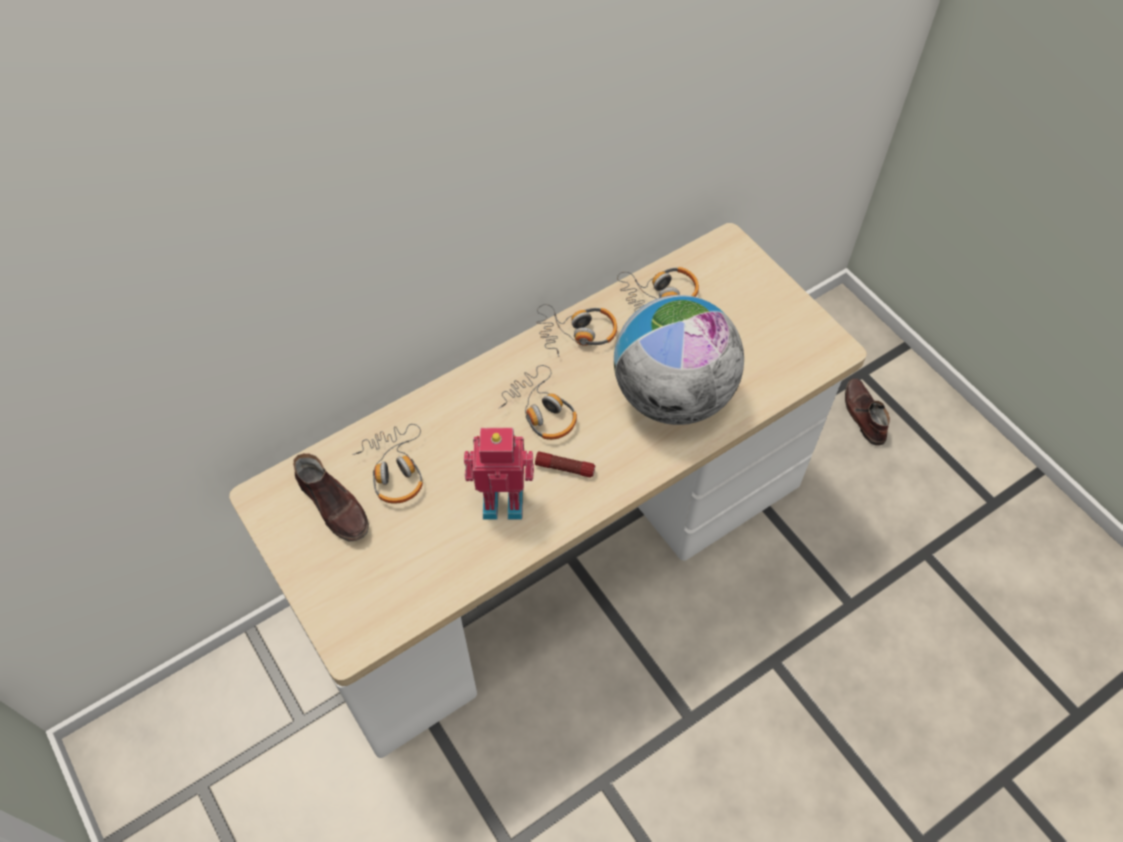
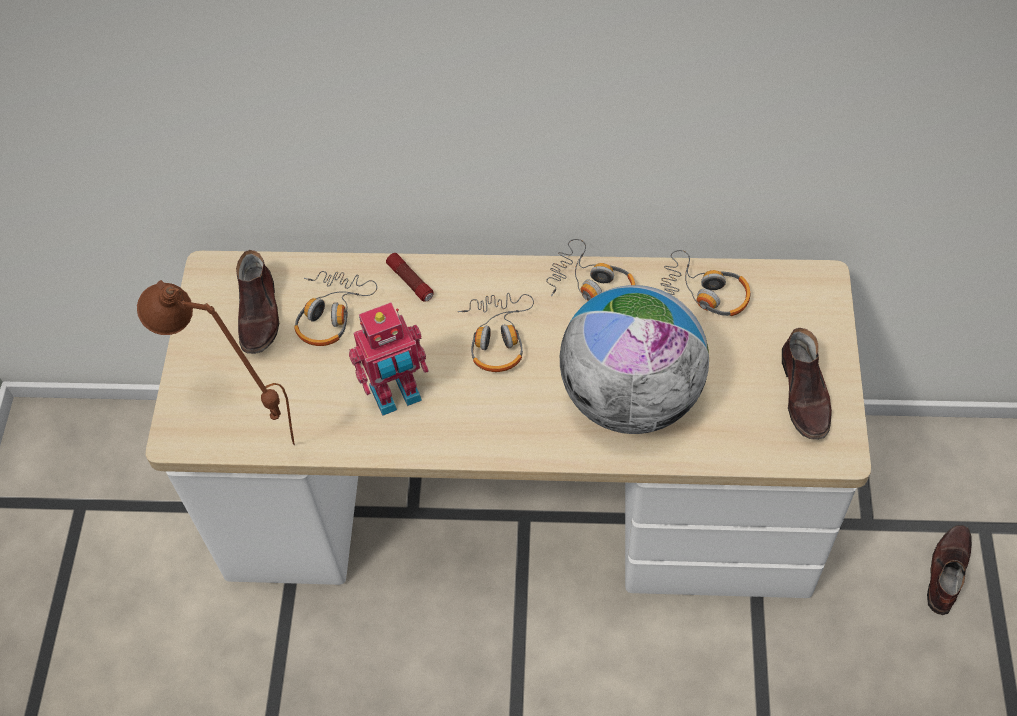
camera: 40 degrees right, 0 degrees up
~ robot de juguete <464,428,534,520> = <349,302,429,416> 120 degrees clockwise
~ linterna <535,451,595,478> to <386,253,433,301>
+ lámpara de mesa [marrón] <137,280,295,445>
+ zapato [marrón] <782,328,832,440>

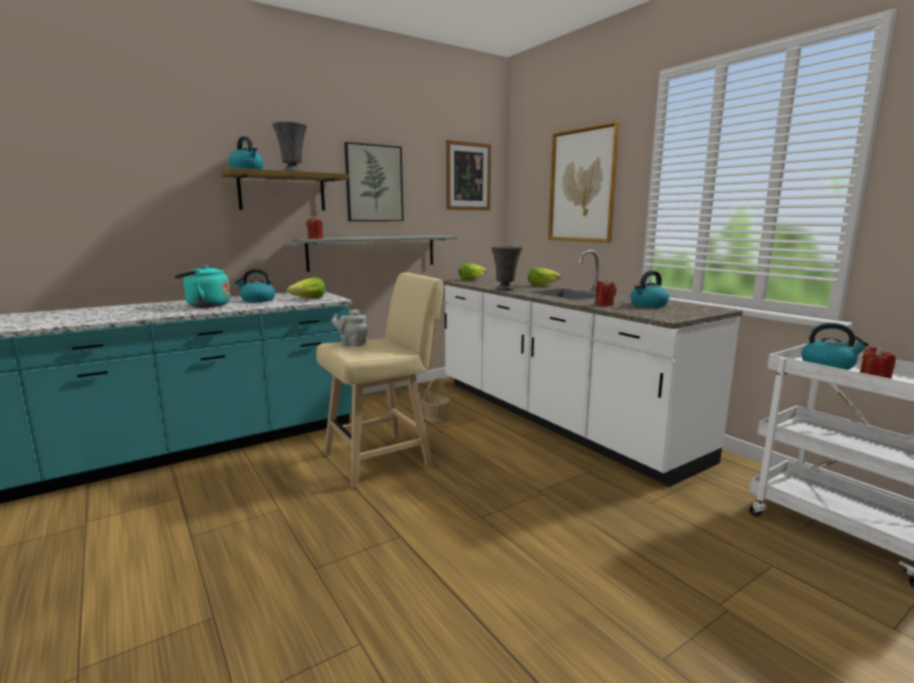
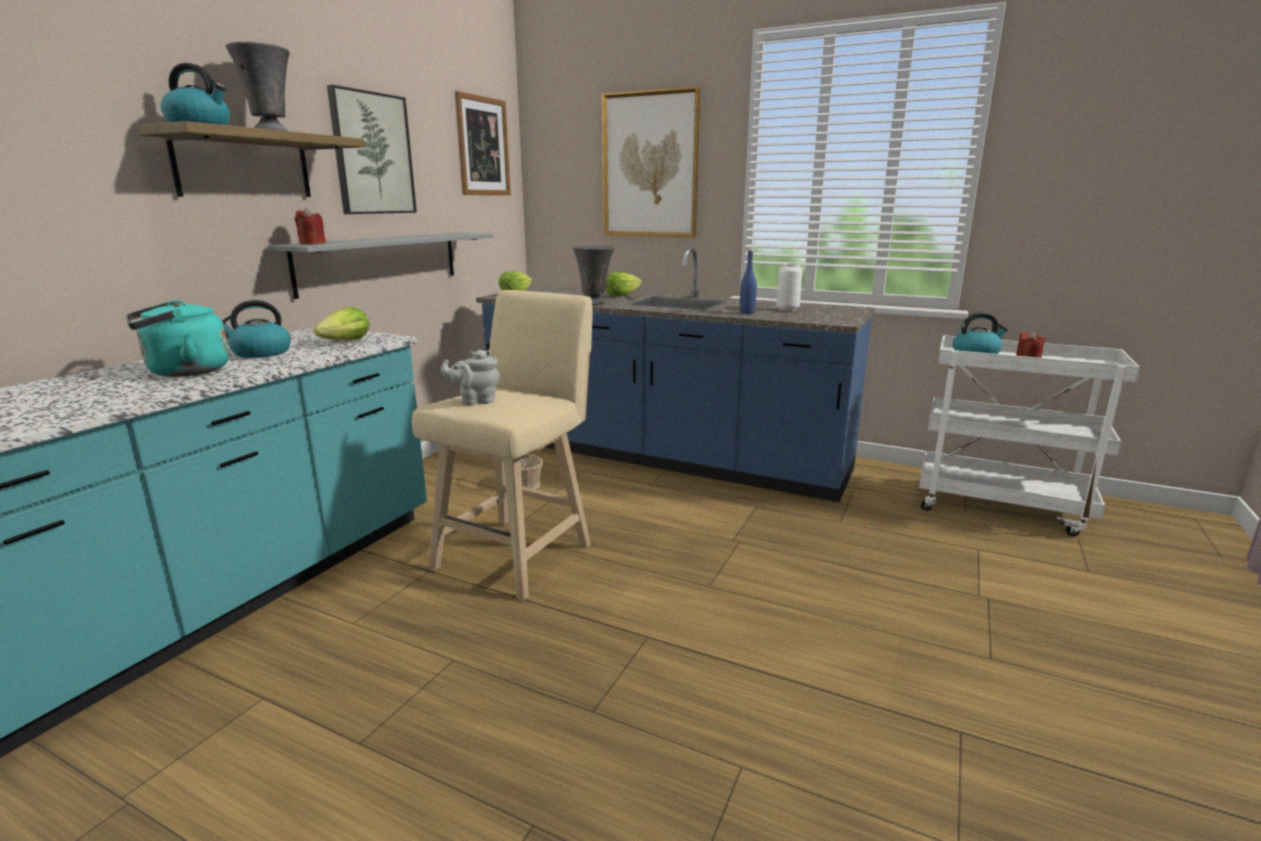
camera: 30 degrees left, 5 degrees up
~ mueble bajo de cocina [blanco] <442,250,743,487> to mueble bajo de cocina [azul] <476,247,875,502>
~ vela [rojo] <595,279,616,306> to botella [azul] <740,251,757,314>
~ hervidor <631,270,669,308> to florero [blanco] <776,263,802,311>

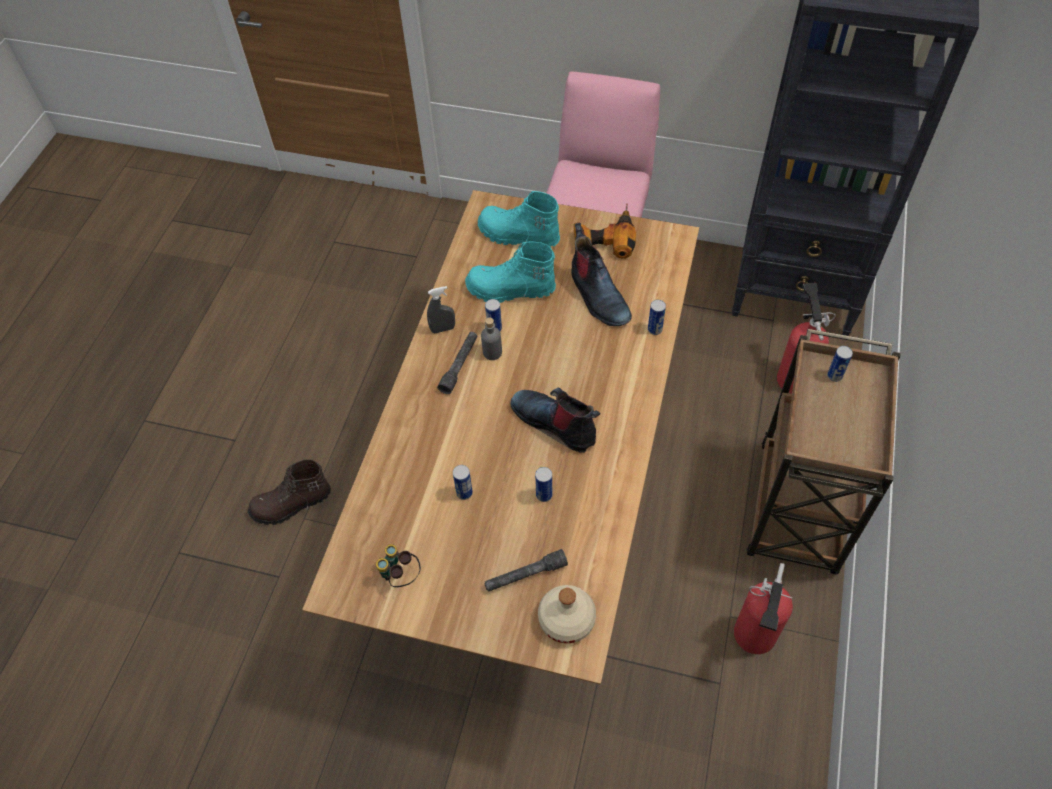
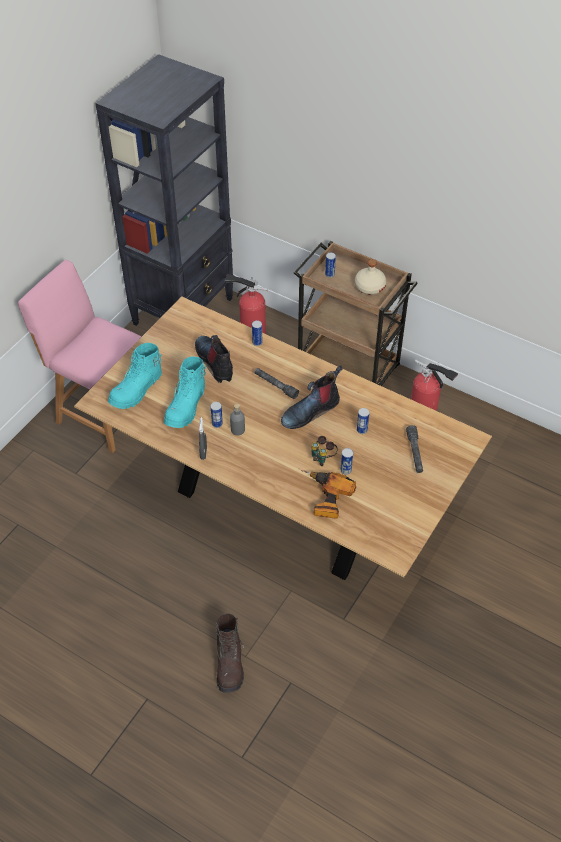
camera: 75 degrees left, 5 degrees down
~ prismáticos <376,544,421,587> to <311,436,338,466>
~ linterna [gris] <437,332,478,394> to <254,368,299,399>
~ botella [beis] <538,585,596,643> to <355,259,386,295>
~ bota <571,223,632,326> = <195,335,233,383> 105 degrees counterclockwise
~ taladro <574,204,636,259> to <301,470,356,519>

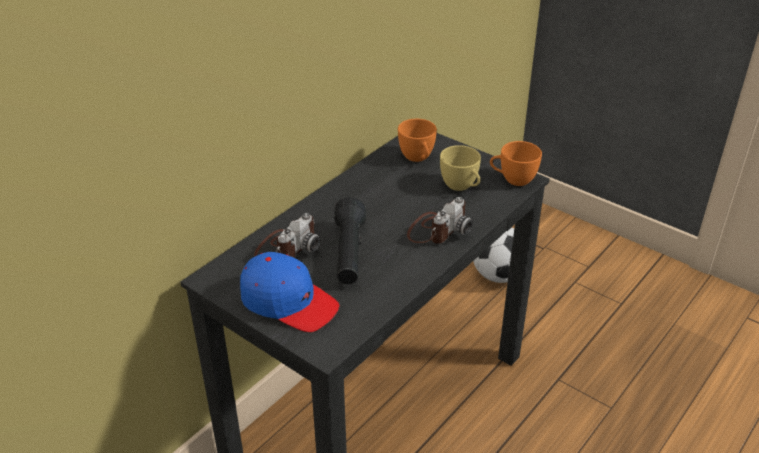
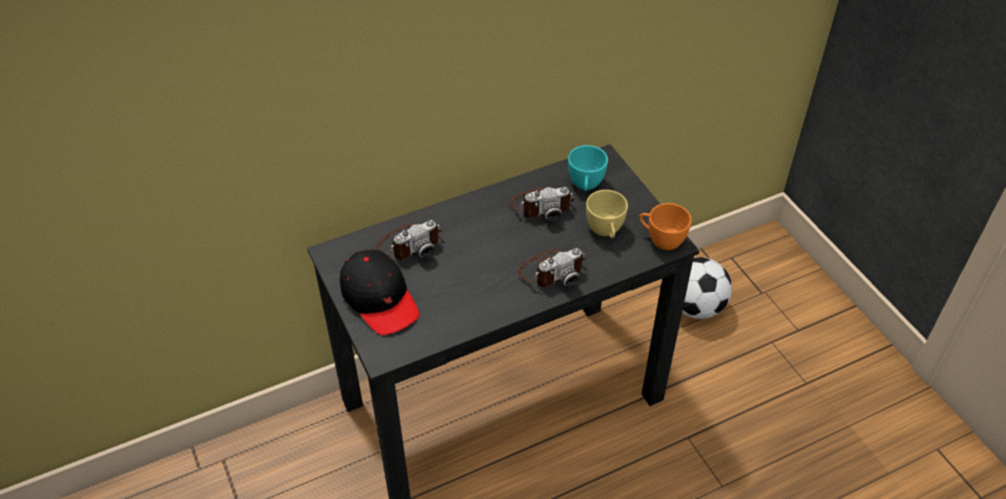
camera: 25 degrees right, 10 degrees up
~ gorra [azul] <240,252,339,332> to gorra [negro] <340,249,419,335>
- linterna [negro] <334,197,366,284>
~ taza [naranja] <398,119,437,162> to taza [turquesa] <568,145,608,191>
+ cámara <510,187,574,221>

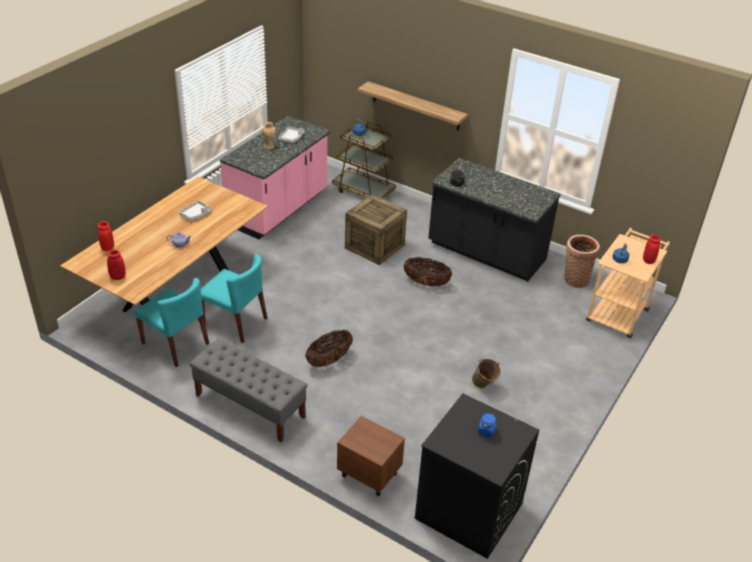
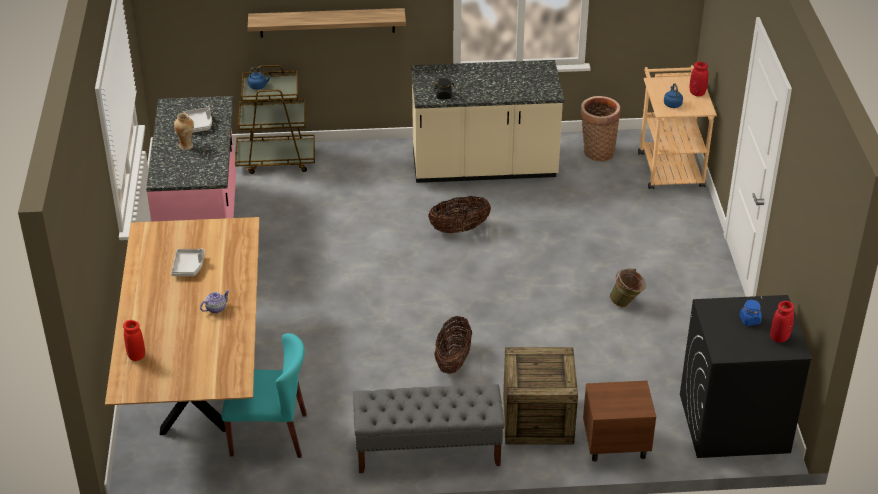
camera: 35 degrees left, 0 degrees up
~ florero [rojo] <107,250,125,280> to <770,301,794,343>
- silla [turquesa] <201,255,267,343>
~ caja de embalaje <345,194,407,265> to <503,347,578,445>
~ mueble bajo de cocina [negro] <428,158,561,281> to mueble bajo de cocina [beis] <411,60,564,183>

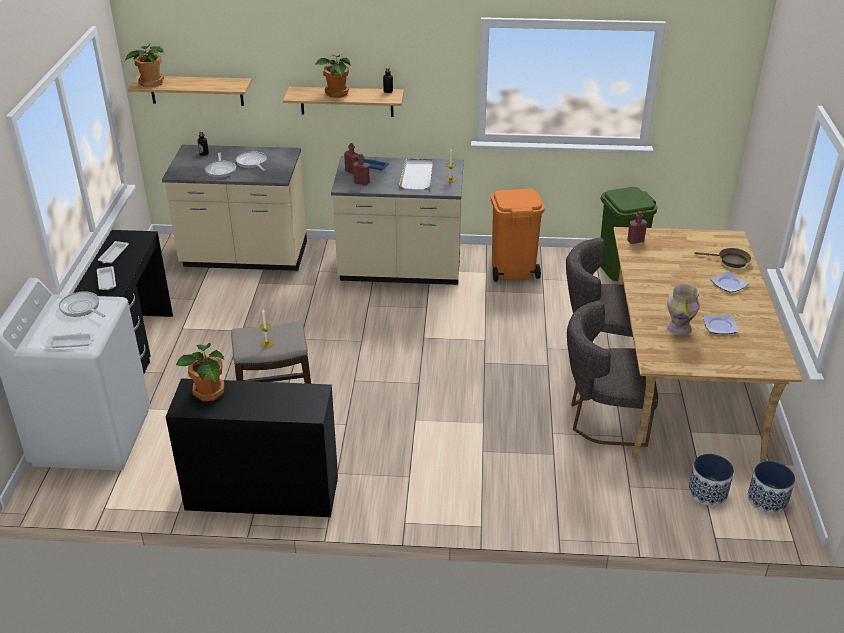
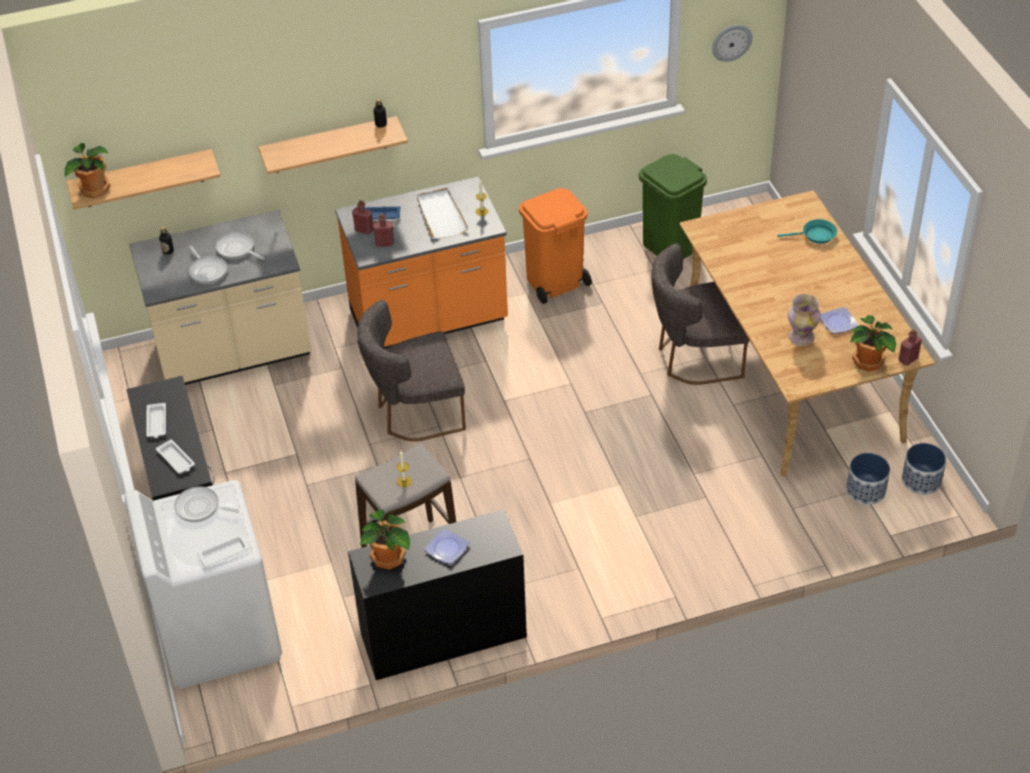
camera: 20 degrees left, 10 degrees up
~ planta en maceta <315,54,351,98> to <850,315,896,372>
~ mueble bajo de cocina [beis] <331,156,464,285> to mueble bajo de cocina [naranja] <335,176,508,349>
~ silla [gris] <567,301,658,447> to <357,300,466,441>
~ botella [rojo] <627,211,647,244> to <899,329,922,366>
~ sartén [marrón] <694,248,751,268> to sartén [turquesa] <777,219,837,244>
~ plato <711,272,749,293> to <424,529,469,564>
+ reloj de pared <712,25,753,62>

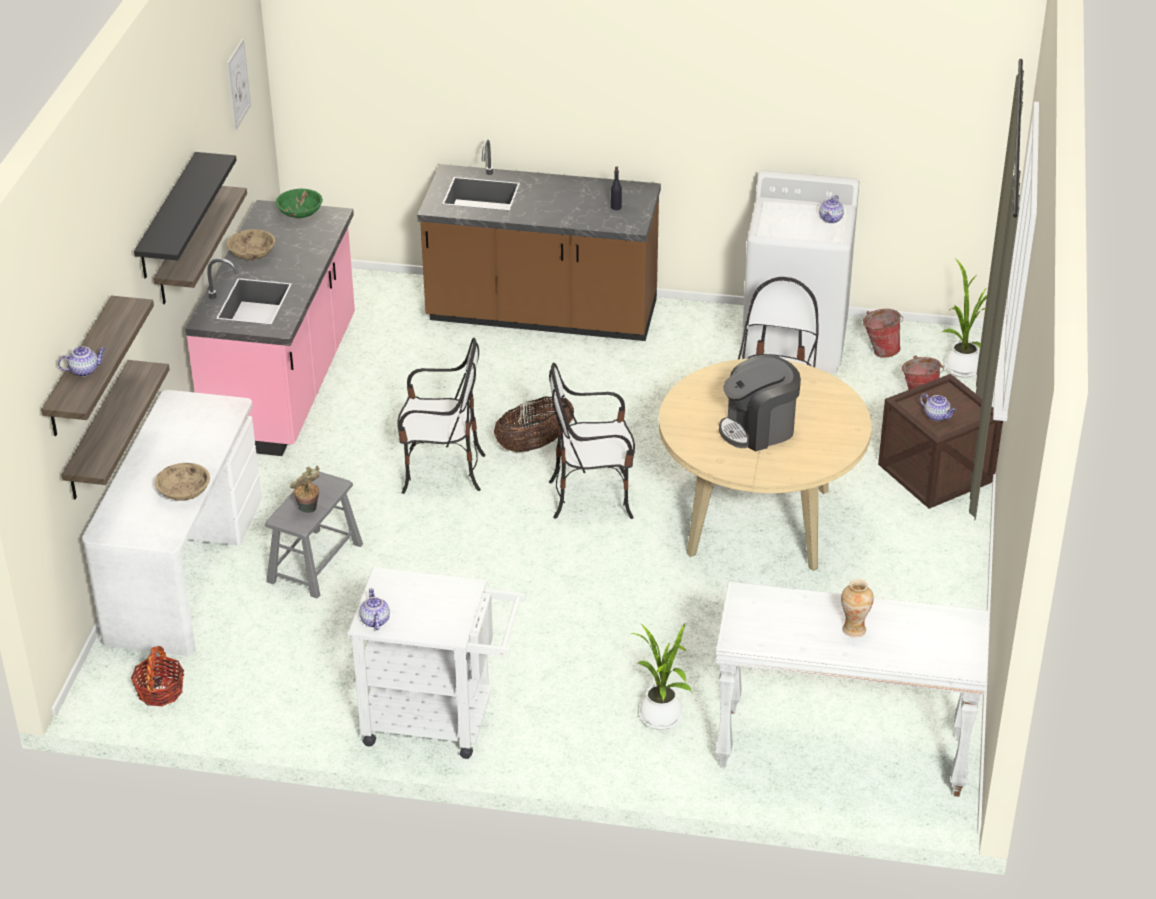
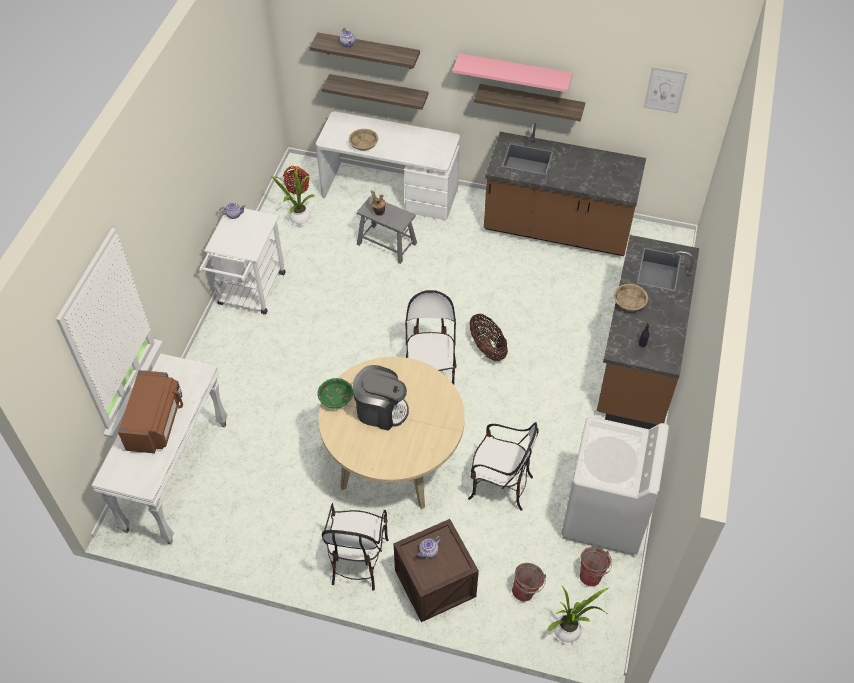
camera: 95 degrees right, 15 degrees up
~ estante [negro] <134,152,237,278> to estante [rosa] <453,53,573,93>
~ mueble bajo de cocina [rosa] <185,200,355,456> to mueble bajo de cocina [marrón] <484,123,646,256>
~ cuenco [beis] <227,229,275,260> to <614,284,648,311>
~ cuenco [verde] <276,189,323,218> to <317,378,353,408>
~ silla <397,338,485,494> to <322,503,389,591>
~ planta en maceta <631,624,692,730> to <270,166,315,226>
~ cafetera <719,354,801,452> = <353,365,409,431> 120 degrees clockwise
- tetera <819,195,844,223>
~ florero <841,579,874,637> to microondas [marrón] <118,370,183,453>

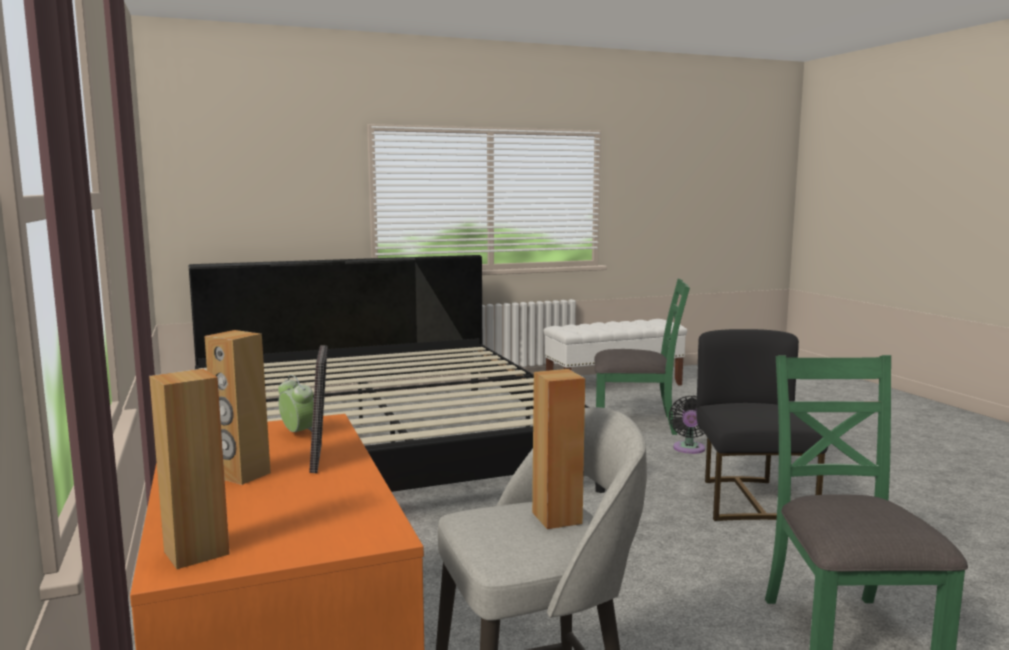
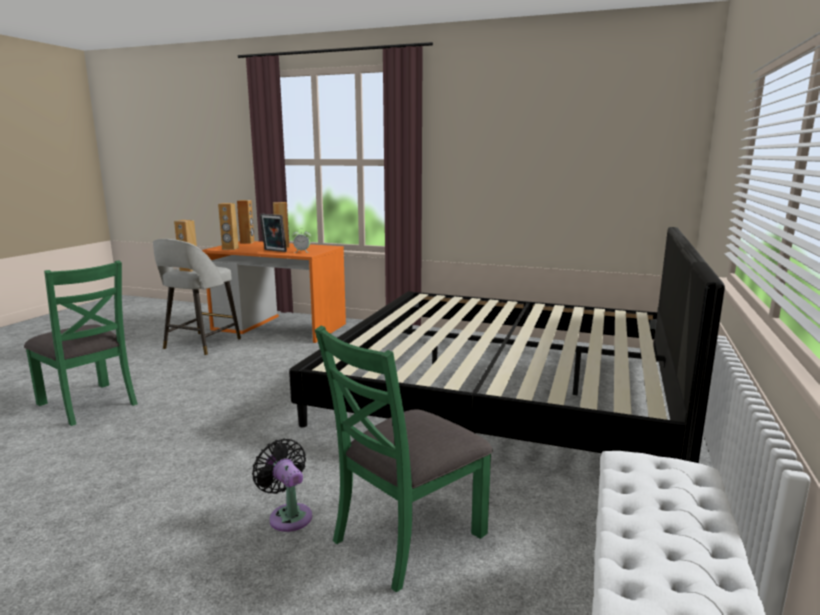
camera: 130 degrees right, 5 degrees up
- silla [negro] <696,329,828,521>
+ altavoz [marrón] <218,203,239,250>

